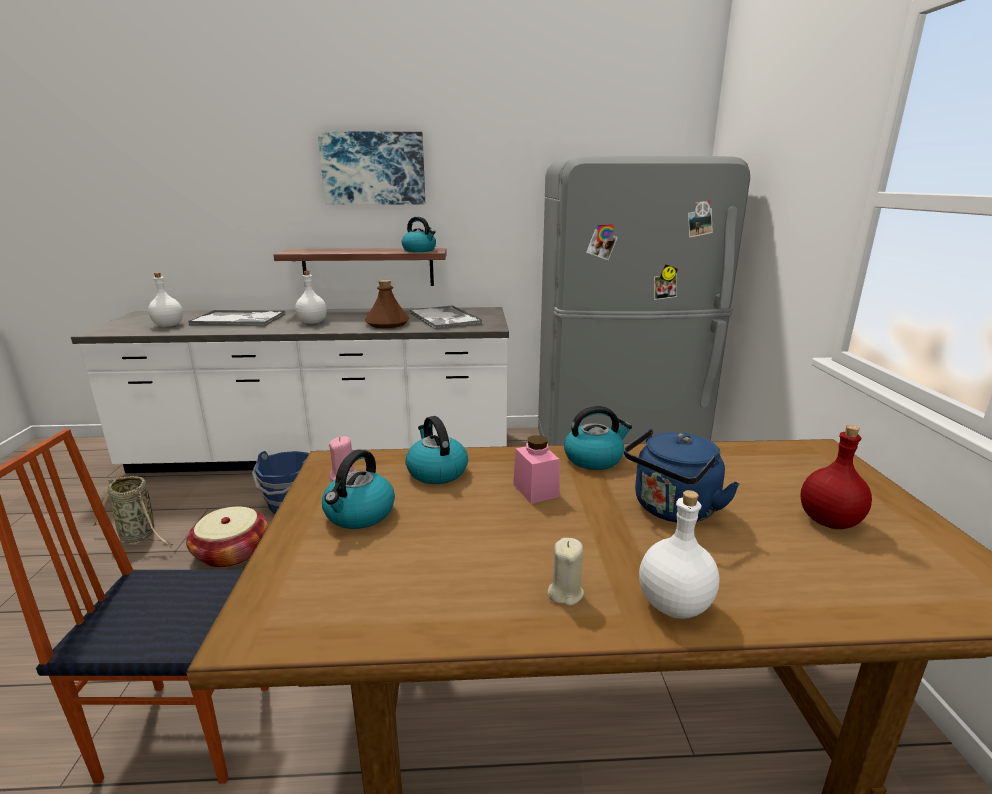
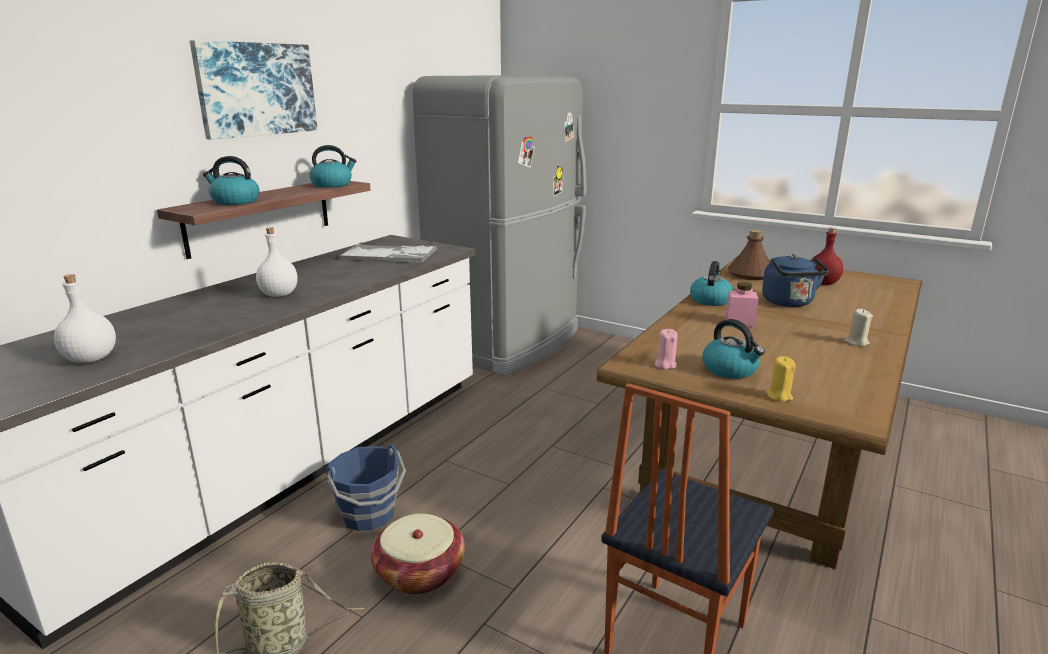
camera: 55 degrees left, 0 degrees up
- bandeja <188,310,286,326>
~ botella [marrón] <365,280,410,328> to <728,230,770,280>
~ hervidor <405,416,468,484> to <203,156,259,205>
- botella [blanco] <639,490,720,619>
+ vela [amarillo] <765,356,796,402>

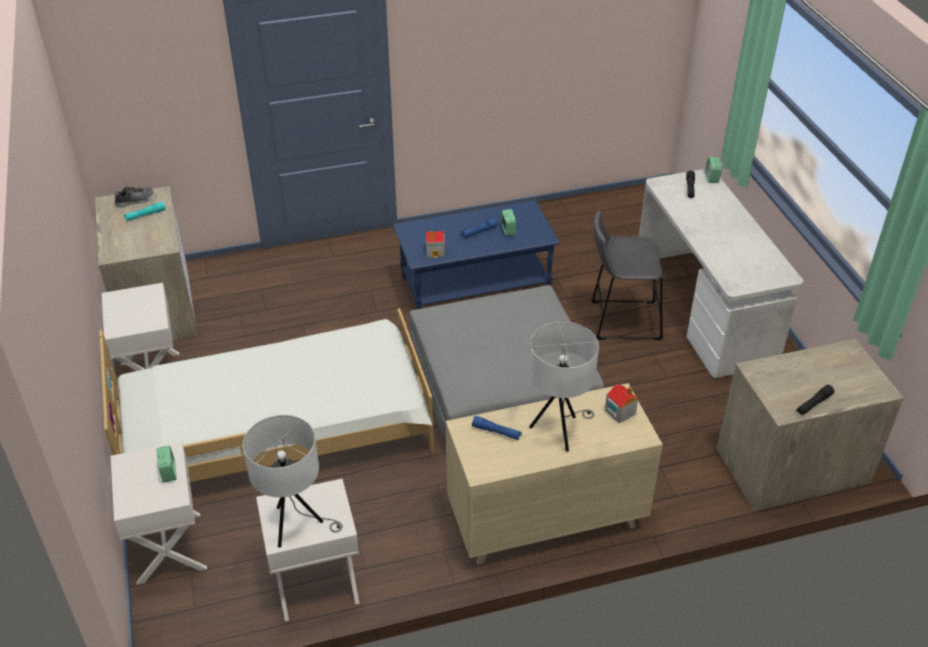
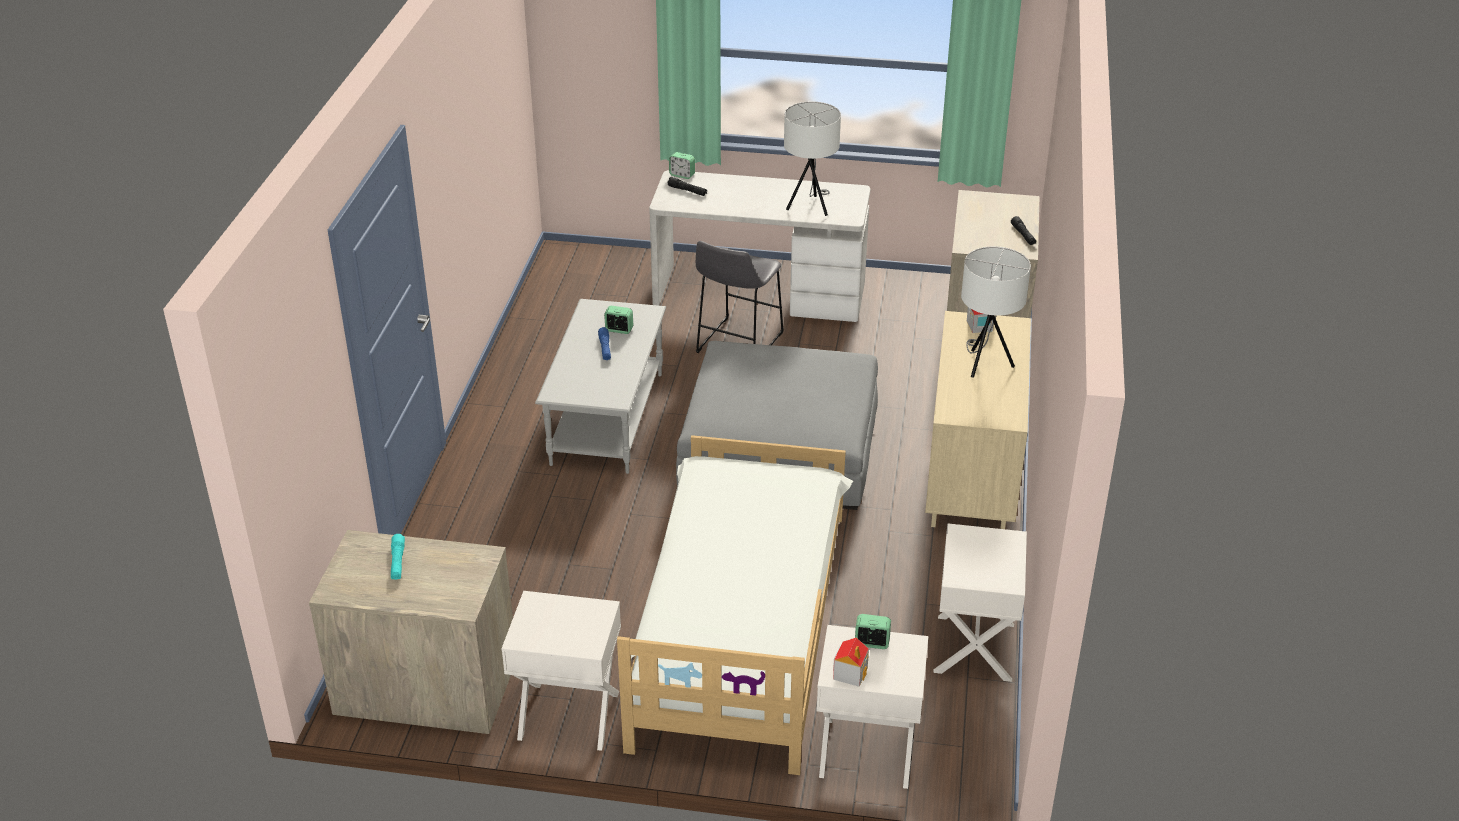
camera: 65 degrees left, 5 degrees down
- zapato <115,187,153,208>
~ lámpara de mesa [blanco] <243,415,343,548> to <784,102,841,216>
~ mesa de centro [azul] <393,200,560,309> to mesa de centro [gris] <535,299,666,474>
~ casita <426,231,445,257> to <833,638,869,687>
- linterna [azul] <472,416,522,440>

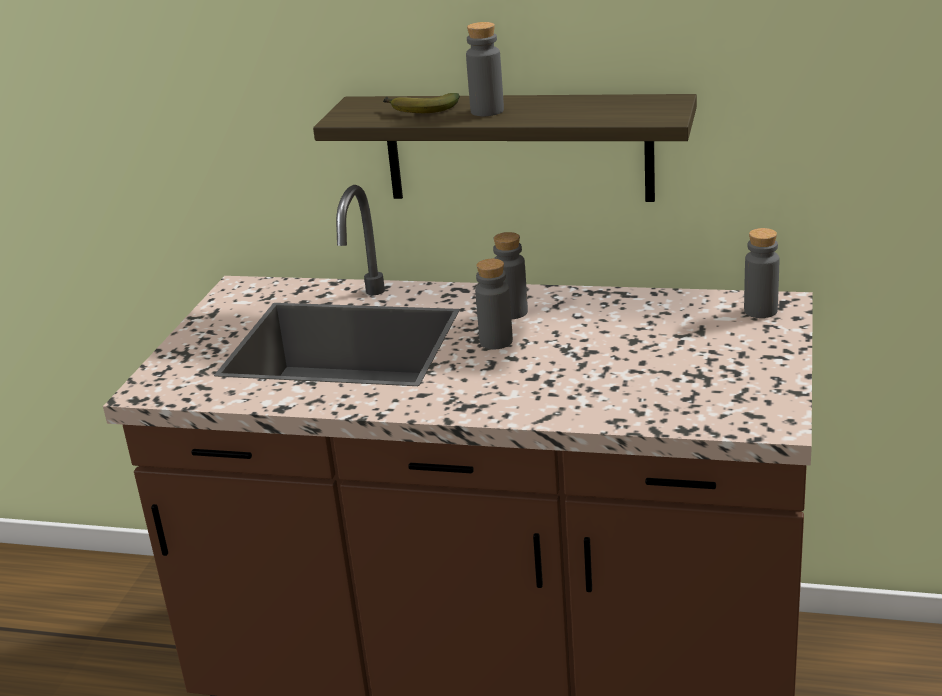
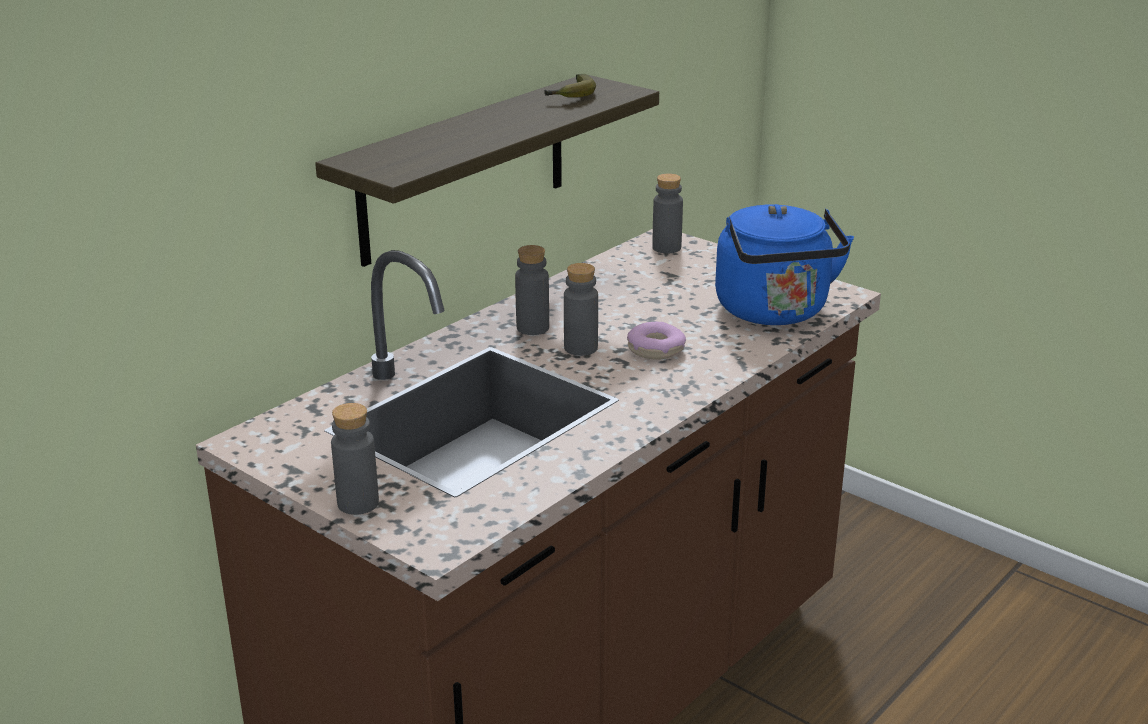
camera: 65 degrees left, 0 degrees up
~ plátano <383,93,460,113> to <544,74,596,98>
~ botella [gris] <466,22,504,116> to <331,403,379,515>
+ rosquilla <627,322,686,360>
+ hervidor [azul] <715,204,854,325>

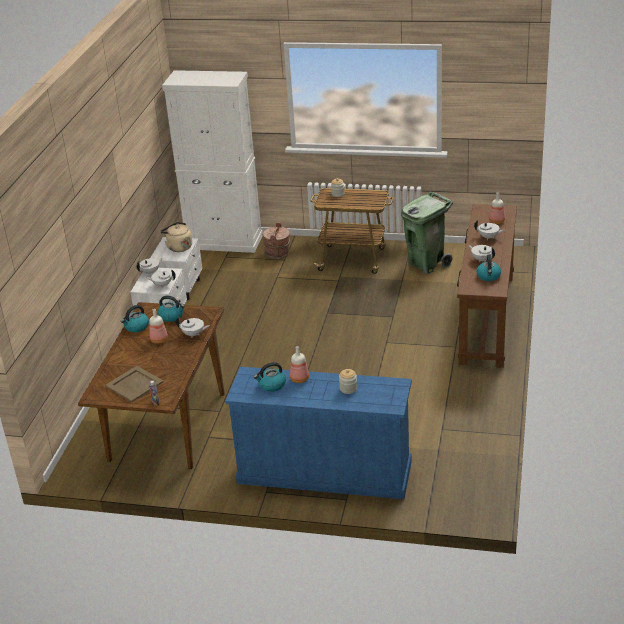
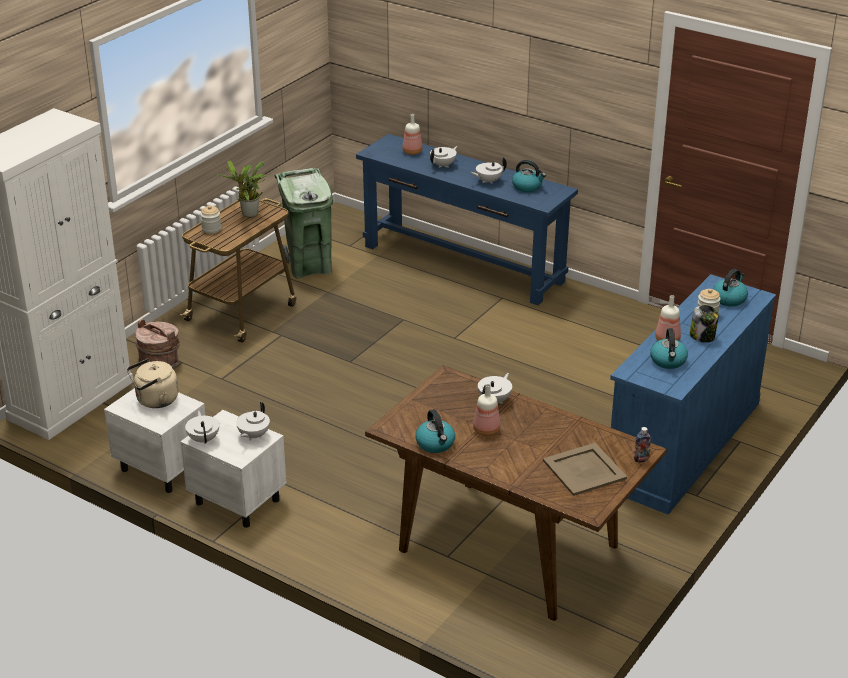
camera: 70 degrees left, 0 degrees up
~ hervidor <158,296,185,322> to <713,269,748,306>
~ mesa consola [marrón] <457,204,517,368> to mesa consola [azul] <356,134,578,305>
+ planta en maceta <218,160,271,218>
+ tarro <690,305,719,343>

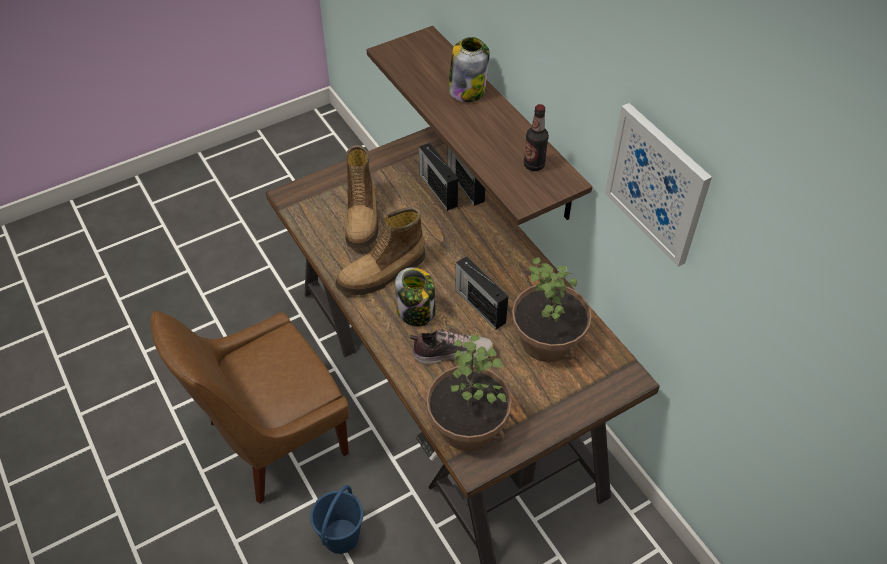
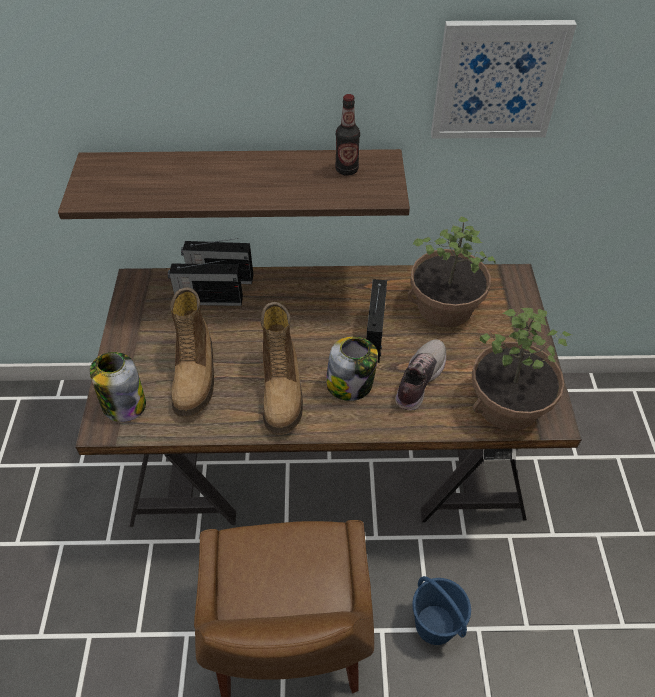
camera: 60 degrees left, 0 degrees up
~ bota <345,145,379,250> = <170,287,214,418> 60 degrees clockwise
~ tarro <448,37,490,102> to <90,352,146,422>
~ radio <455,256,508,330> = <366,279,387,363> 105 degrees clockwise

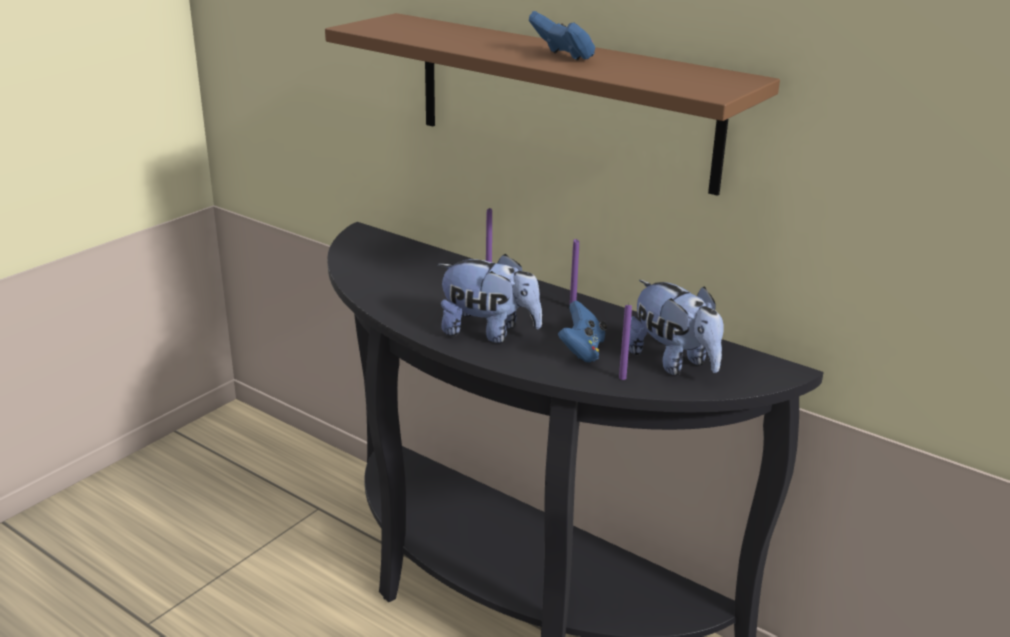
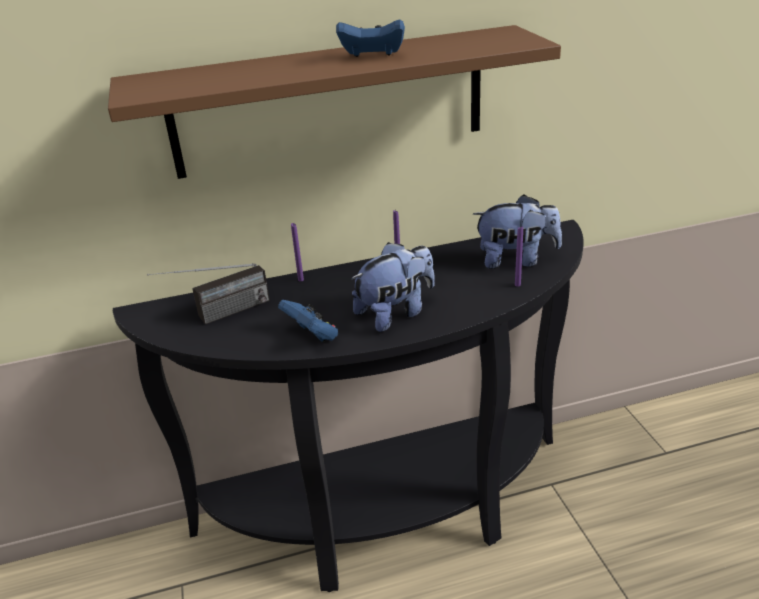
camera: 50 degrees left, 5 degrees up
~ mando de consola [azul] <558,301,607,363> to <278,300,338,342>
+ radio <147,263,270,324>

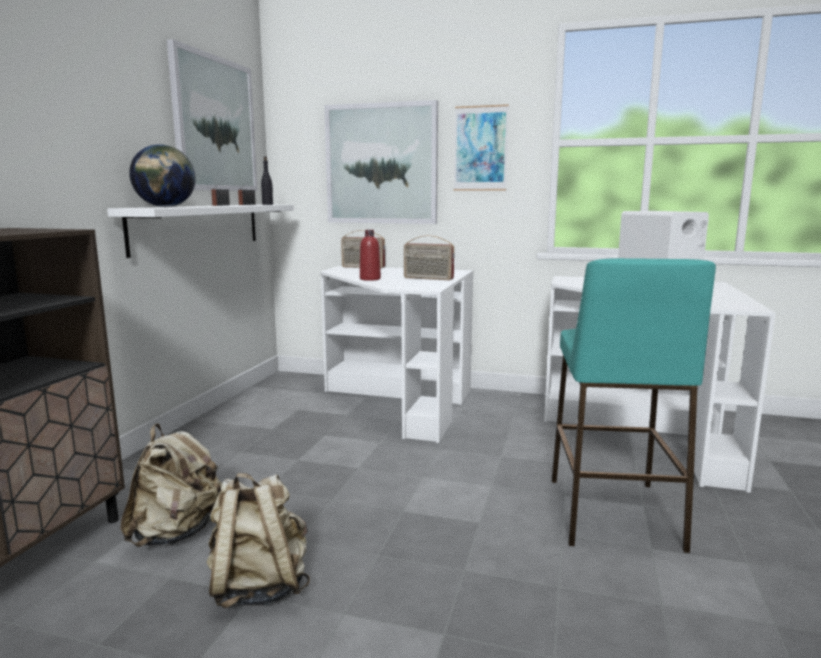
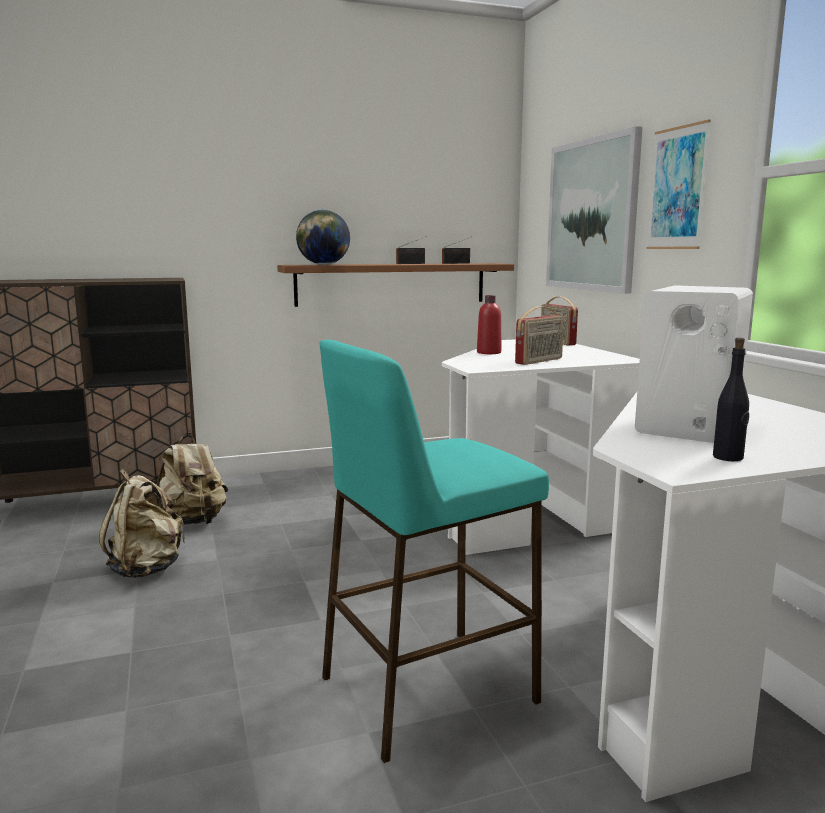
camera: 55 degrees right, 0 degrees up
~ estante [blanco] <107,205,294,258> to estante [marrón] <277,263,514,307>
- cuadro <167,39,258,191>
~ botella [negro] <261,156,273,205> to <713,337,749,461>
~ radio <404,235,454,280> = <515,306,564,365> 120 degrees counterclockwise

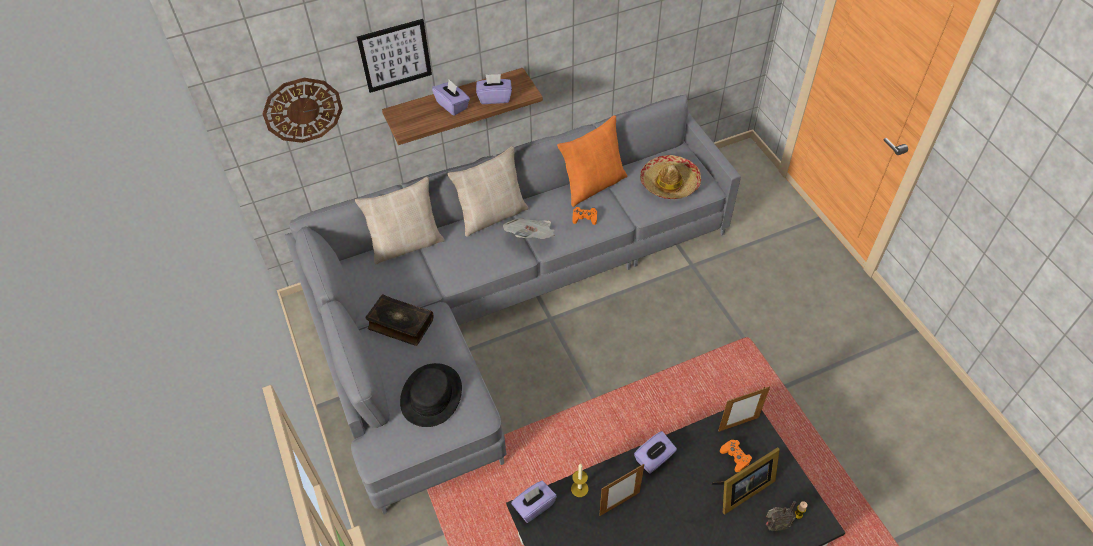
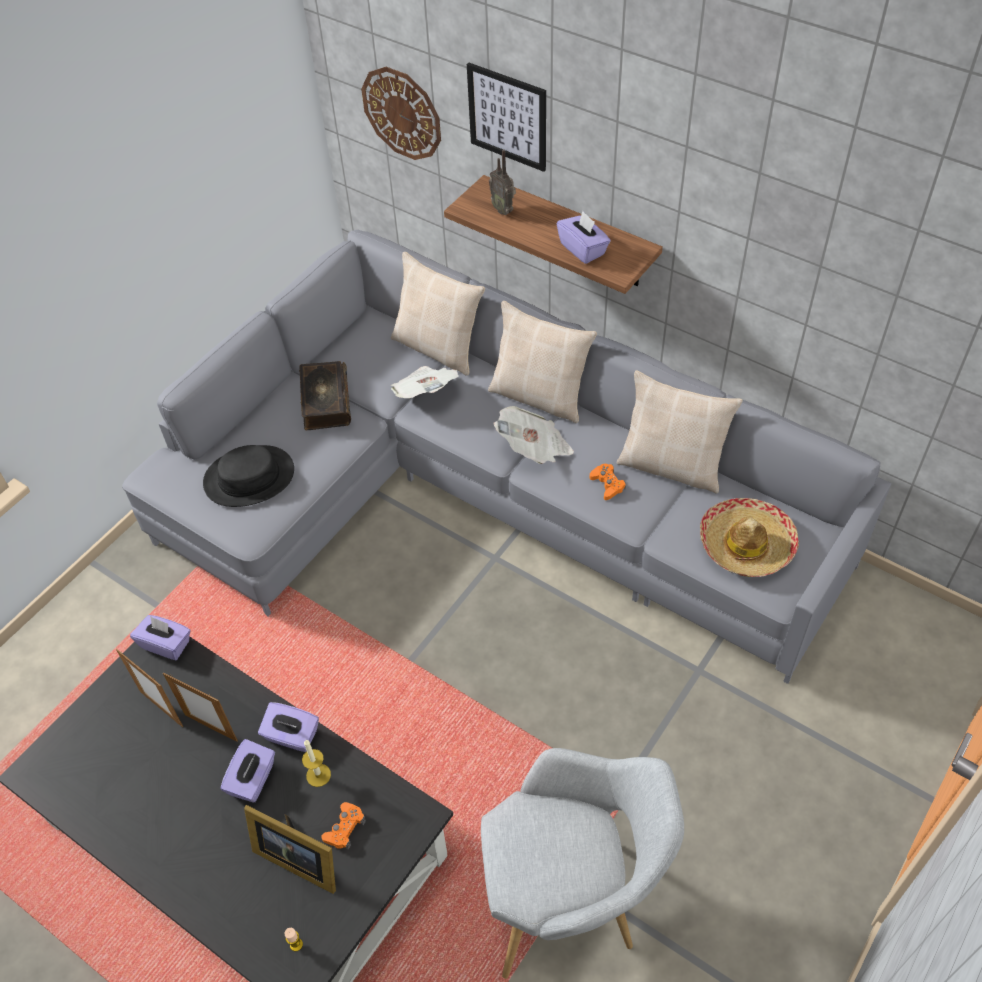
camera: 60 degrees right, 0 degrees up
~ caja de pañuelos [morado] <432,80,470,116> to <220,739,275,803>
~ cojín [naranja] <557,115,627,207> to cojín [beis] <616,371,743,494>
~ vela <571,464,588,497> to <302,740,331,787>
~ portarretratos <718,386,770,432> to <116,649,183,727>
~ radio <766,501,796,531> to <489,149,516,215>
+ periódico <391,366,458,398>
+ sillón [gris] <481,748,684,979>

